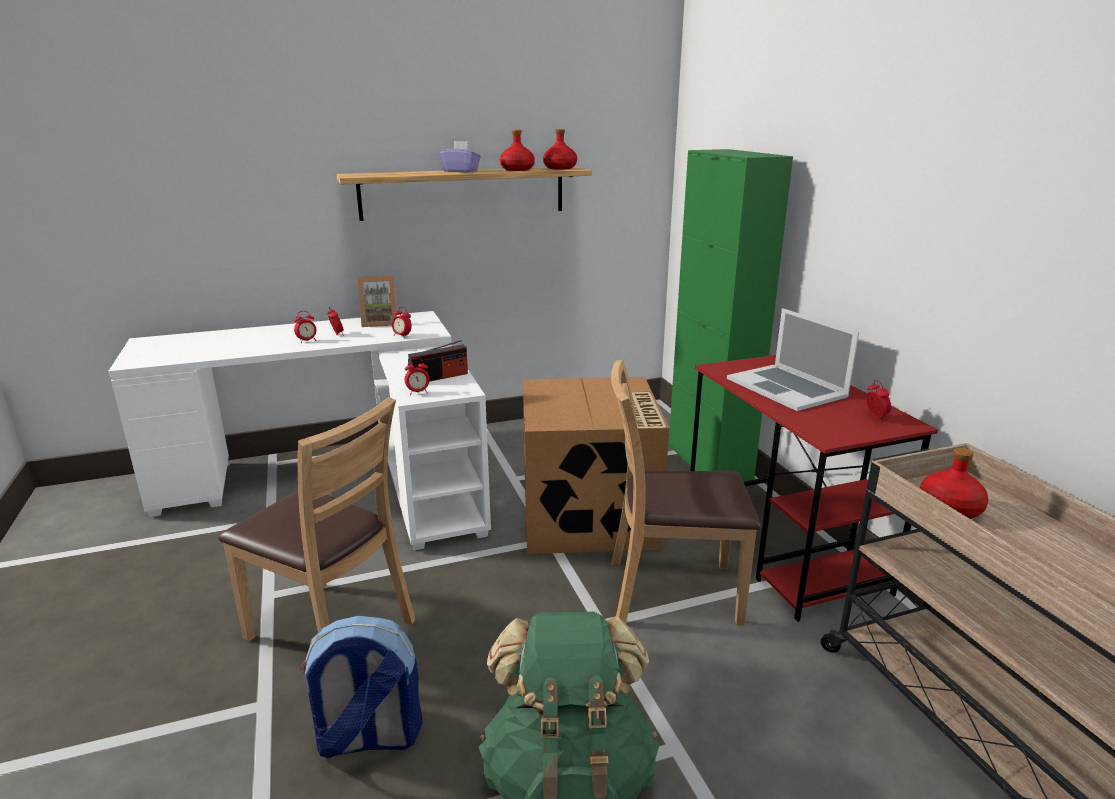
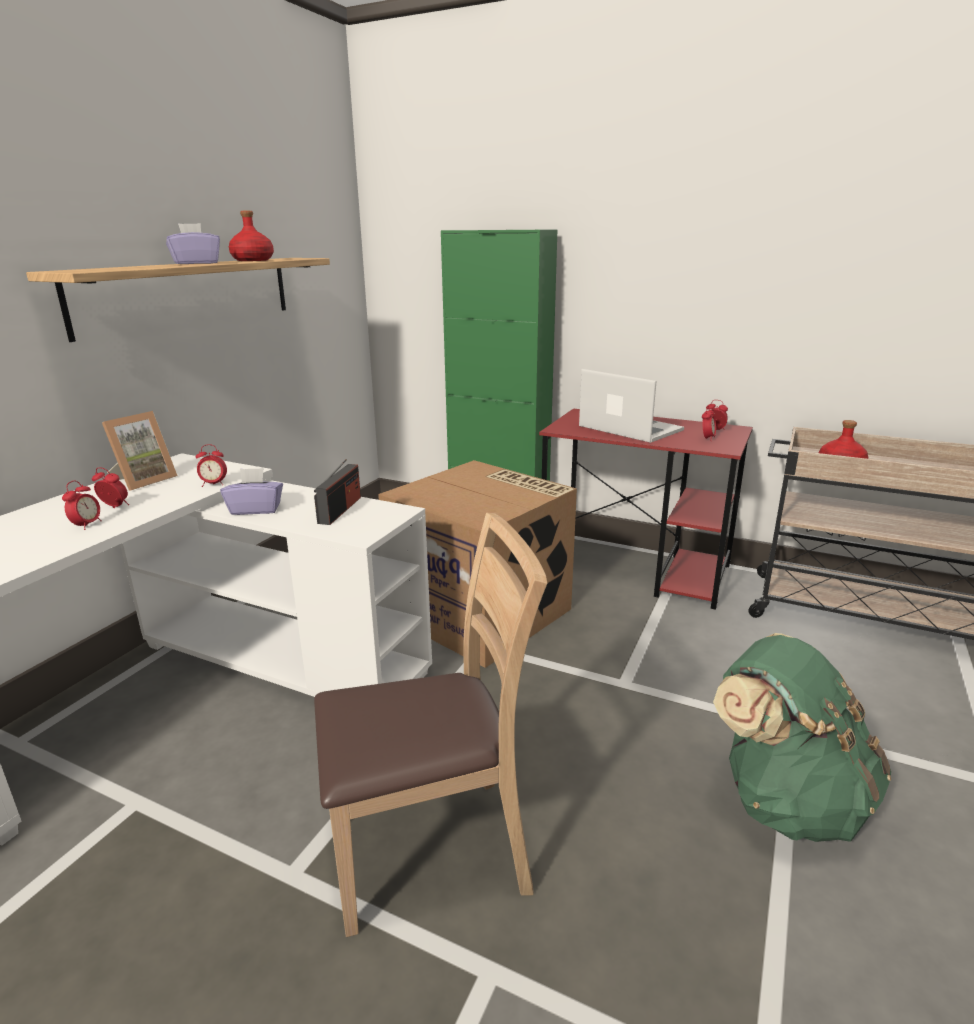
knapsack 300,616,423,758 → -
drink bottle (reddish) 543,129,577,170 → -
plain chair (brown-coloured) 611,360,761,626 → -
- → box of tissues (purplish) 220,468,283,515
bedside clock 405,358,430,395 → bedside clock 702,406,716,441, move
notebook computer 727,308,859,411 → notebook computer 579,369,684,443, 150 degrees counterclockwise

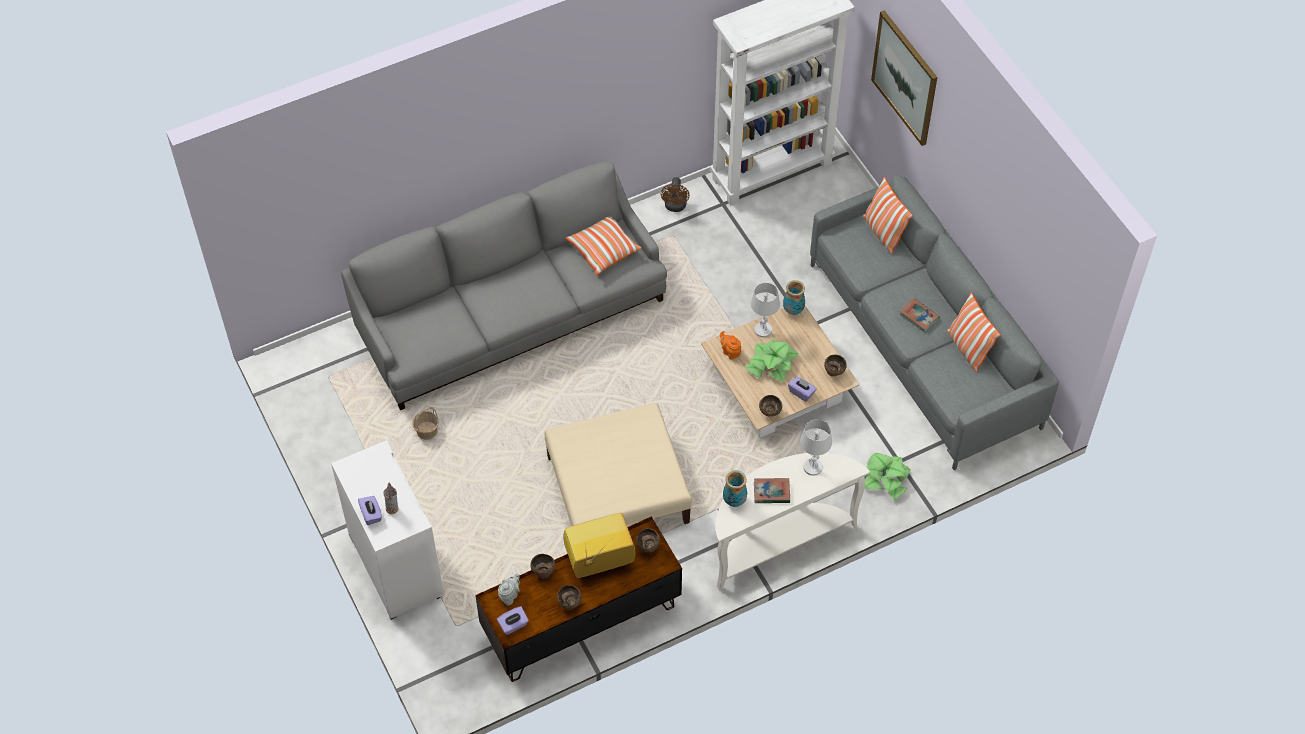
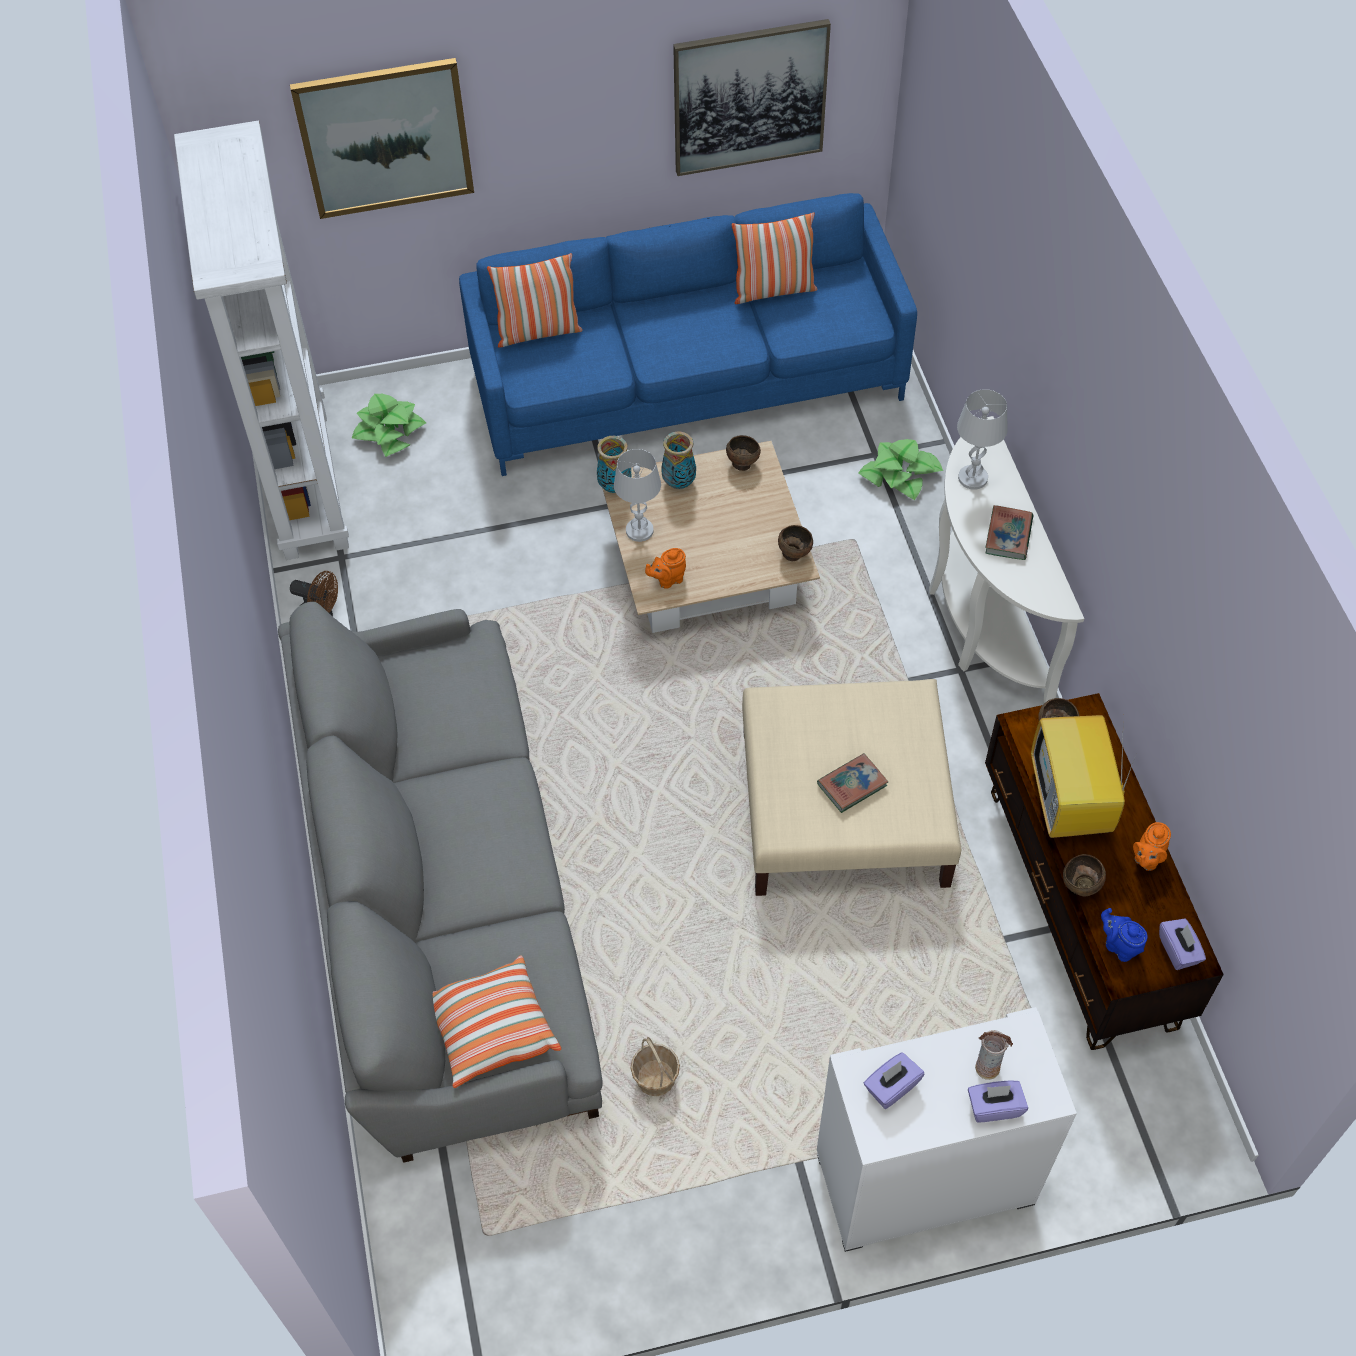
- → wall art 673,19,831,176
pillow 565,217,642,275 → pillow 433,956,561,1088, move
flower vase 723,470,747,507 → flower vase 661,431,696,489, move
plant in a pot 745,339,798,382 → plant in a pot 352,394,426,457, move
box of tissues (purplish) 788,376,817,402 → box of tissues (purplish) 864,1052,925,1109, move
bound book 900,298,940,332 → bound book 817,753,888,813, move
deep dish (brown-coloured) 557,585,582,609 → pot for tea (orange) 1133,822,1171,871
pot for tea (grey) 498,574,520,605 → pot for tea (bluish) 1101,908,1148,962
settee (grey) 810,175,1059,470 → settee (bluish) 459,193,917,476

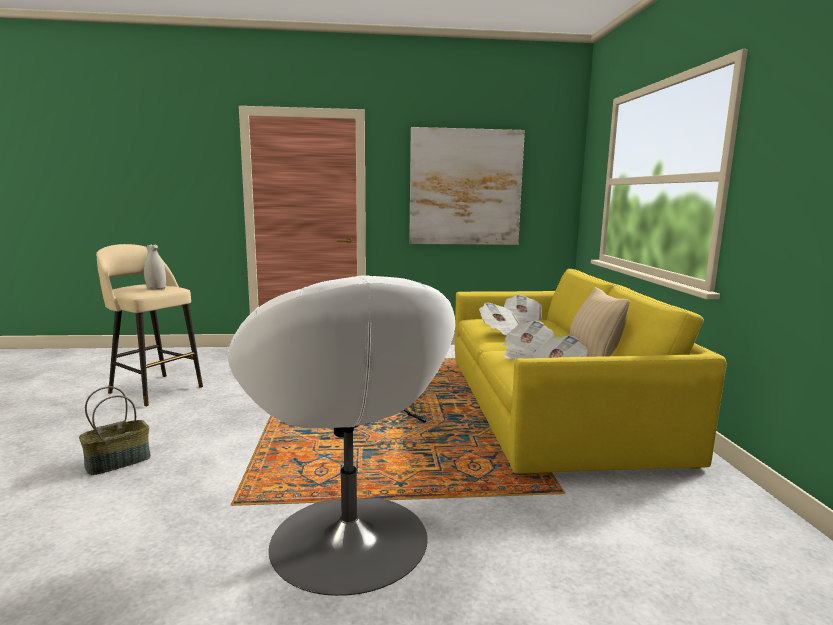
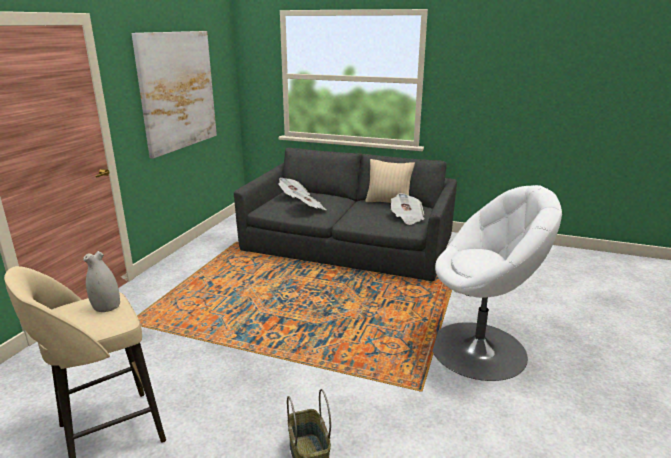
newspaper 504,321,555,360 → -
settee (yellow) 455,269,727,474 → settee (grey) 234,148,457,281

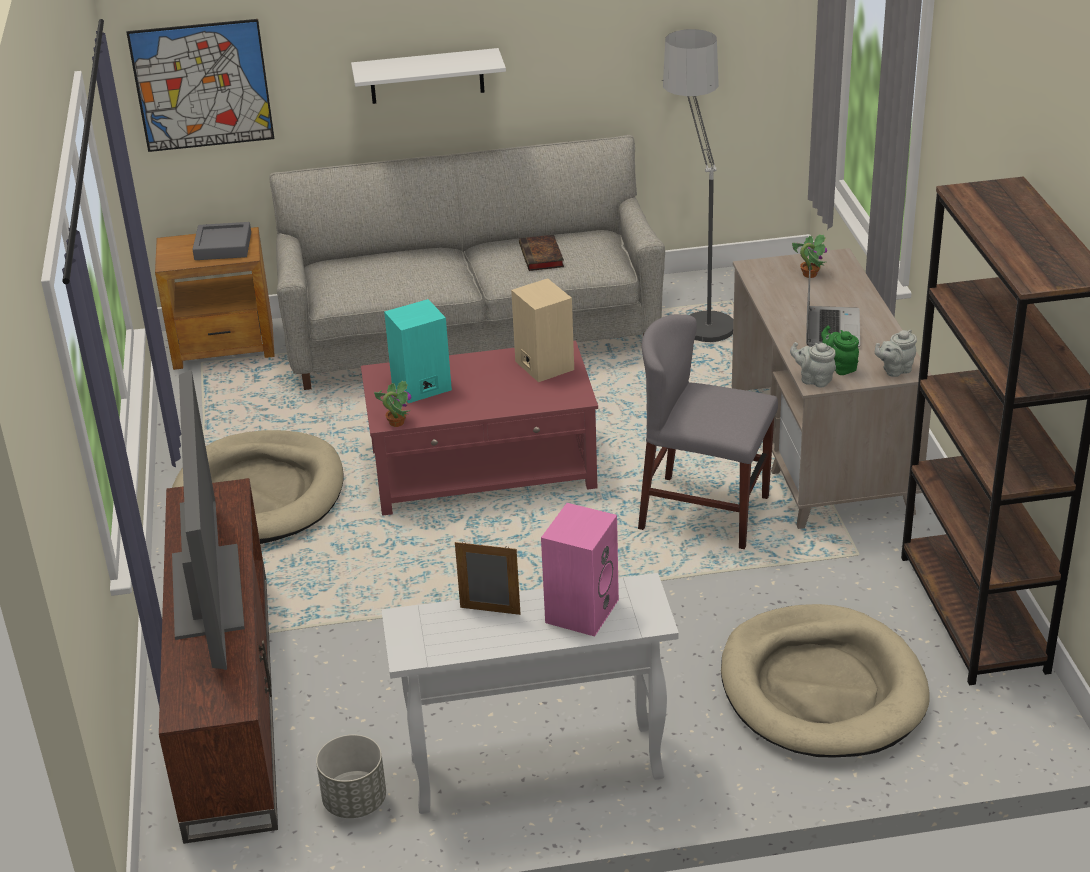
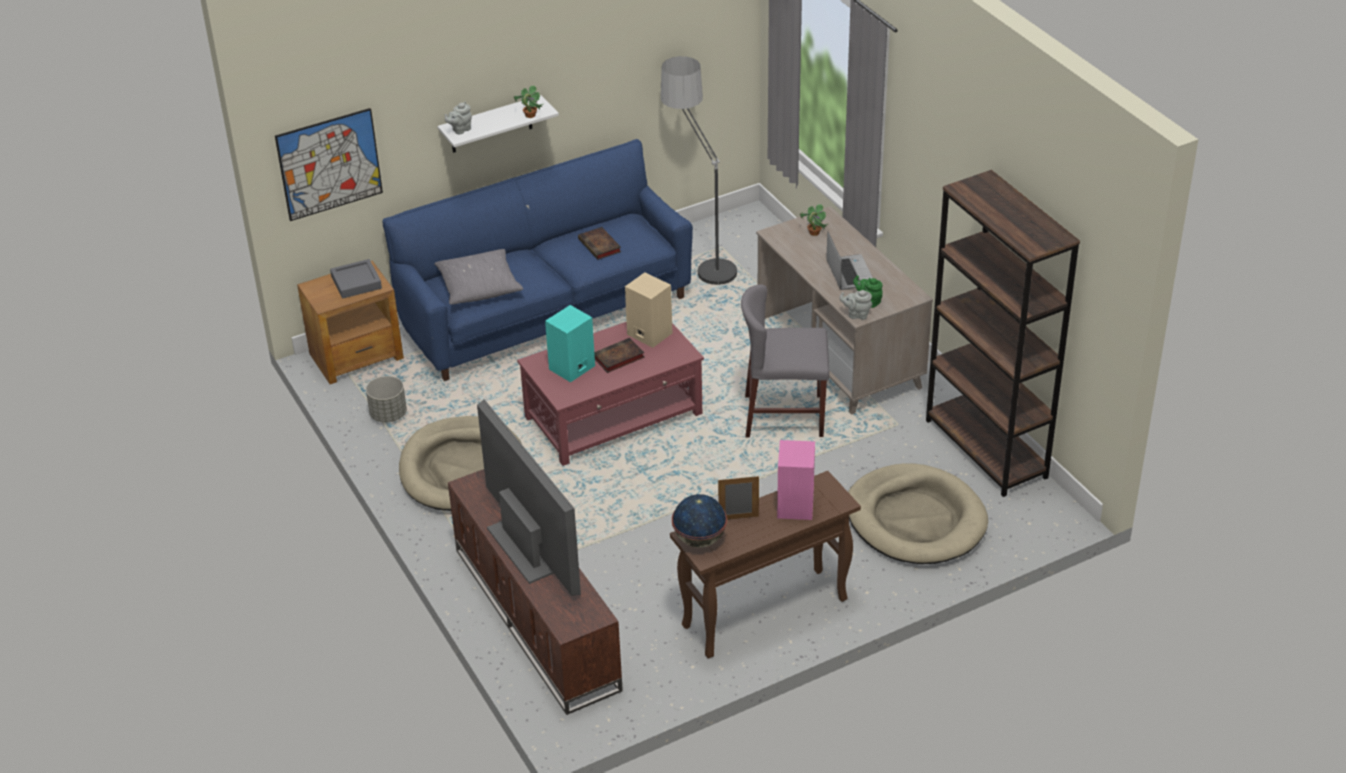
- → pillow (grey) 434,249,524,305
- → bound book 594,338,645,373
- → world globe 672,494,727,548
flower pot (grey) 316,735,386,818 → flower pot (grey) 366,376,407,422, move
plant in a pot 374,381,411,427 → plant in a pot 514,85,543,118, move
pot for tea (grey) 875,330,917,377 → pot for tea (grey) 445,102,472,134, move
settee (grey) 269,135,665,390 → settee (bluish) 382,139,693,381
narrow table (white) 382,573,679,814 → narrow table (brown-coloured) 670,471,861,659

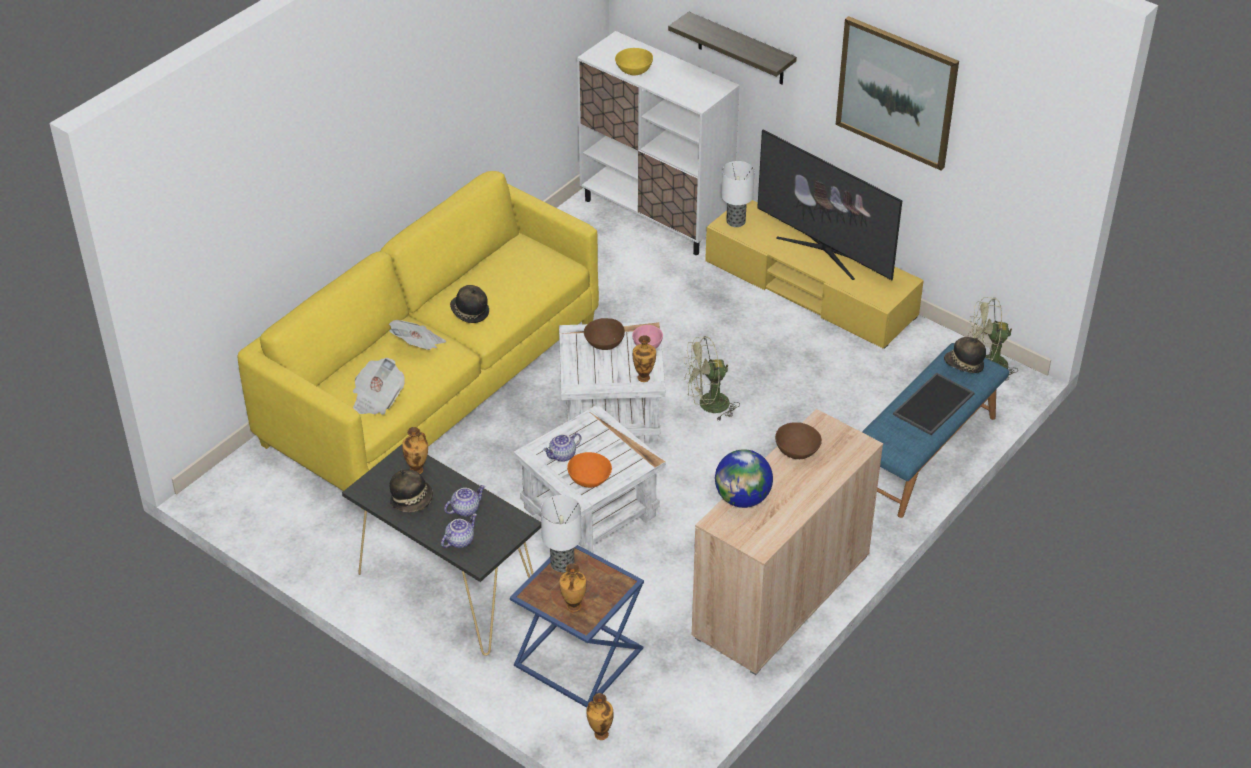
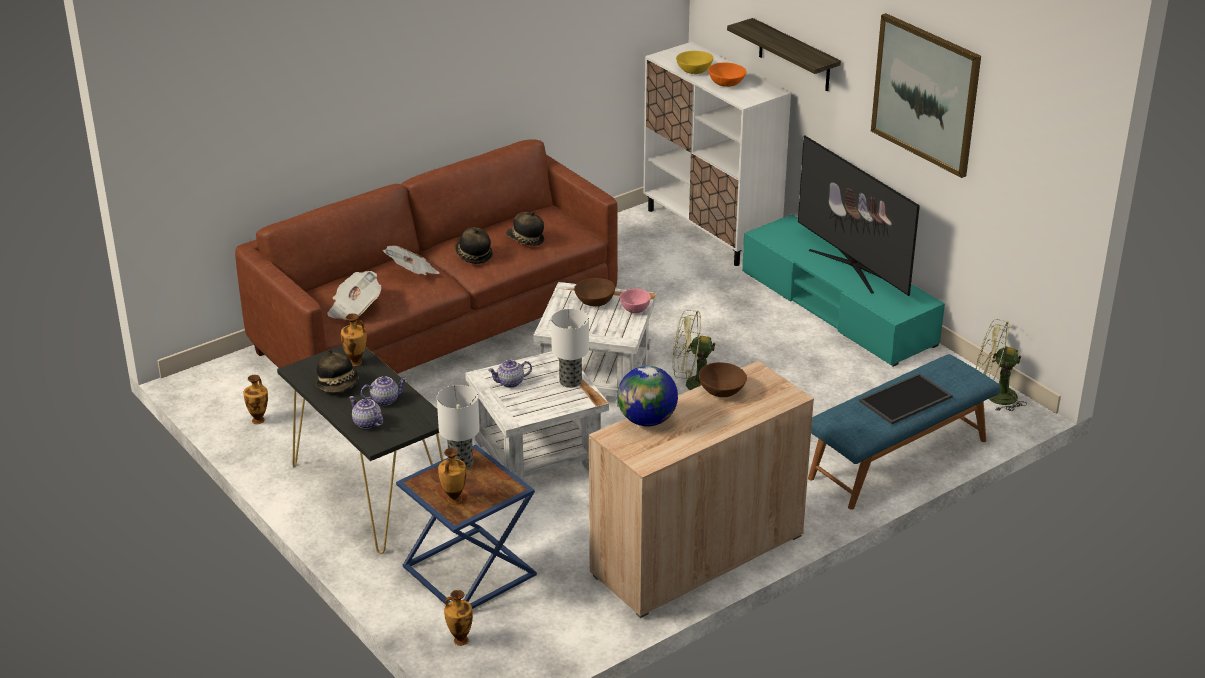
deep dish (orange) 567,452,612,488 → deep dish (orange) 708,63,747,87, move
flower vase 633,335,656,382 → flower vase 244,375,268,424, move
lamp for a table 721,161,755,227 → lamp for a table 551,309,589,388, move
wearable hat 944,337,986,373 → wearable hat 506,211,544,246, move
settee (yellow) 238,171,599,510 → settee (brown-coloured) 235,139,618,374
media console (yellow) 705,200,924,349 → media console (blue-green) 742,215,945,367
pot for tea 441,513,477,548 → pot for tea 349,396,383,429, 105 degrees counterclockwise

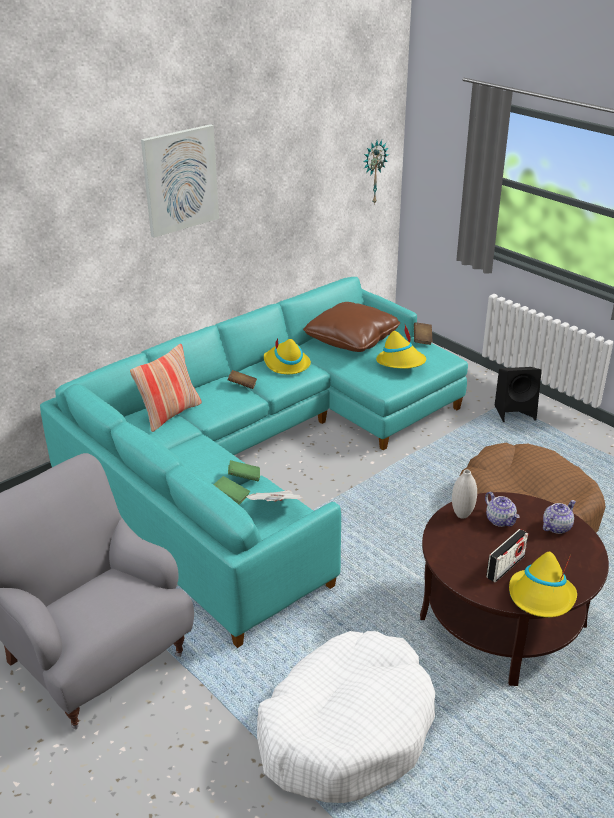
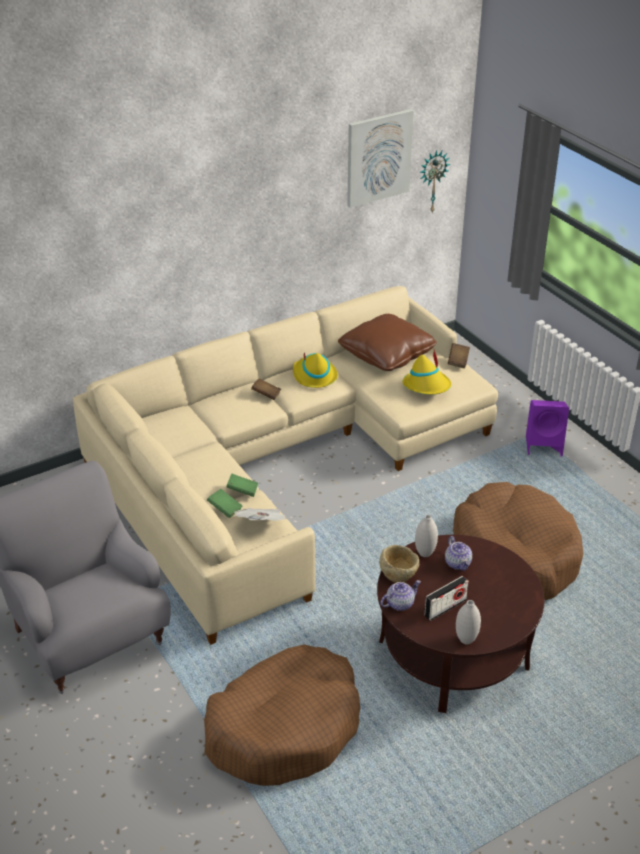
pillow 130,344,202,432 → -
- → deep dish (sand-coloured) 379,545,419,583
wall art 141,124,219,238 → wall art 347,109,414,208, move
pot for tea 543,500,576,534 → pot for tea 381,580,421,611, move
wearable hat (yellow) 509,552,577,618 → flower vase (white) 456,600,481,645
settee (blue-green) 40,277,468,648 → settee (sand-coloured) 73,286,498,645
pet bed (white) 257,631,435,803 → pet bed (brown-coloured) 204,645,360,786
speaker (black) 495,367,542,422 → speaker (purplish) 526,400,569,457

